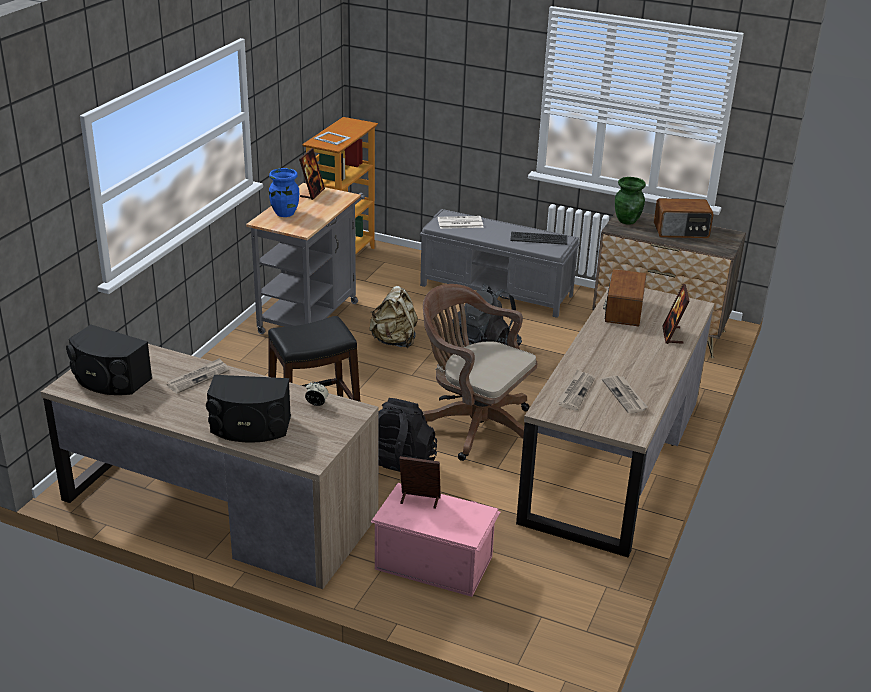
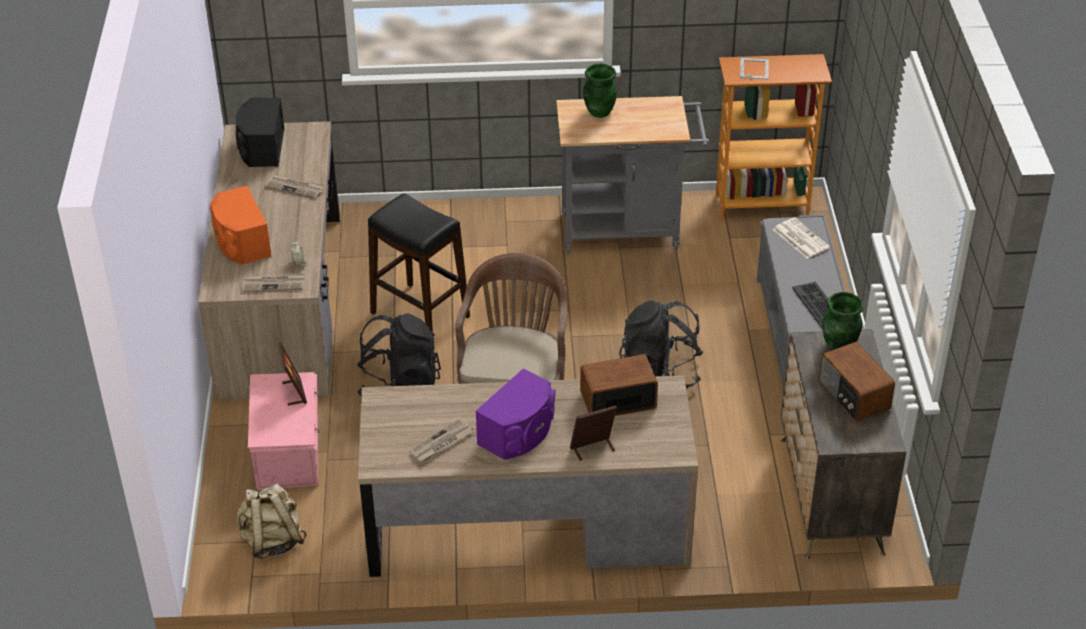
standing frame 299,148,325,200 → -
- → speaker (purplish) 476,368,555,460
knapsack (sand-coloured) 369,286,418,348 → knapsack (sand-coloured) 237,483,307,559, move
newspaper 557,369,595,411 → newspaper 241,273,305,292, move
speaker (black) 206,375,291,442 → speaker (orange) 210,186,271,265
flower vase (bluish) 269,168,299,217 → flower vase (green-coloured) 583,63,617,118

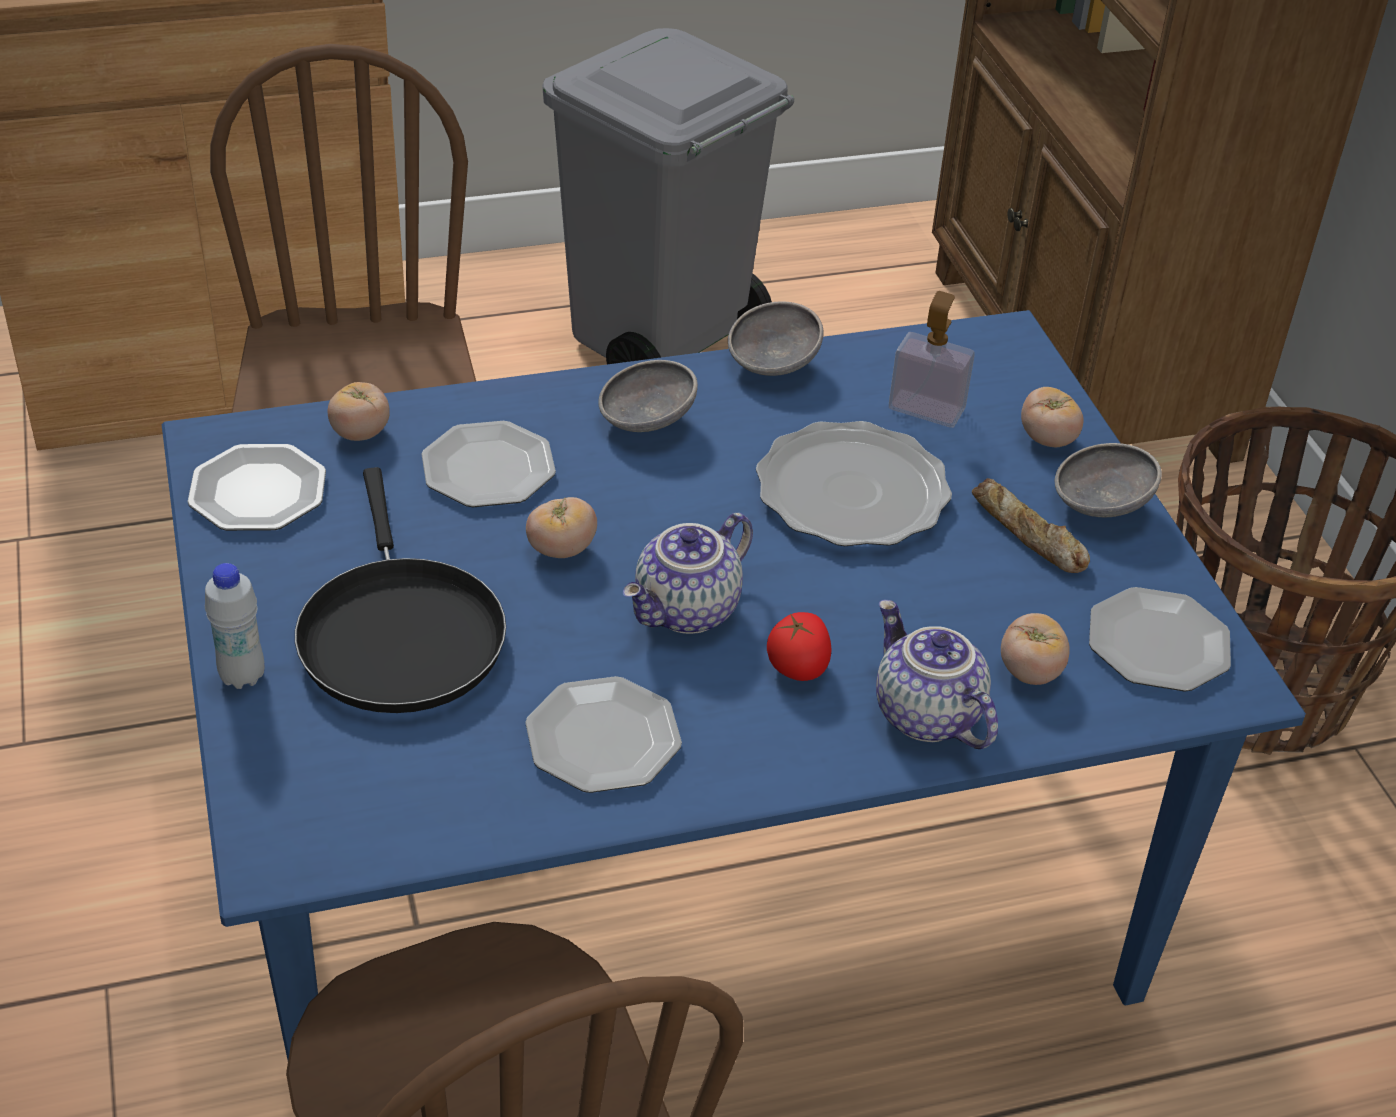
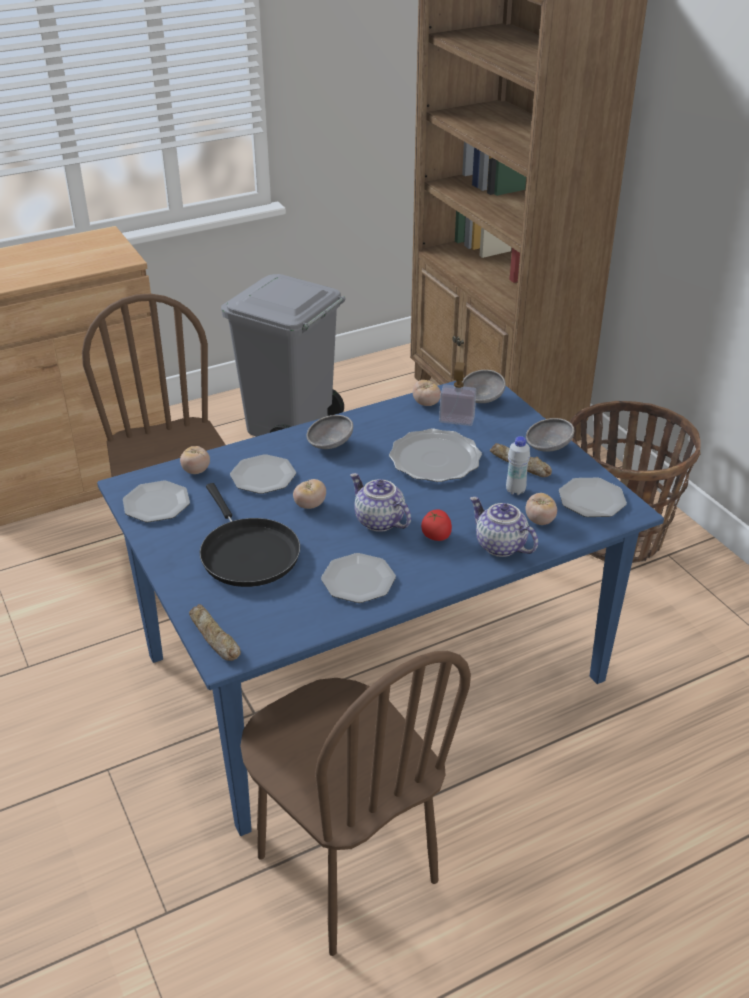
- → bread 189,604,241,661
drink bottle (white) 205,563,265,689 → drink bottle (white) 506,436,530,495, move
deep dish (grey) 728,301,824,376 → deep dish (grey) 462,370,506,403, move
fresh tomato 1021,387,1083,447 → fresh tomato 413,380,441,406, move
pot for tea 623,513,753,634 → pot for tea 350,473,411,532, 105 degrees clockwise

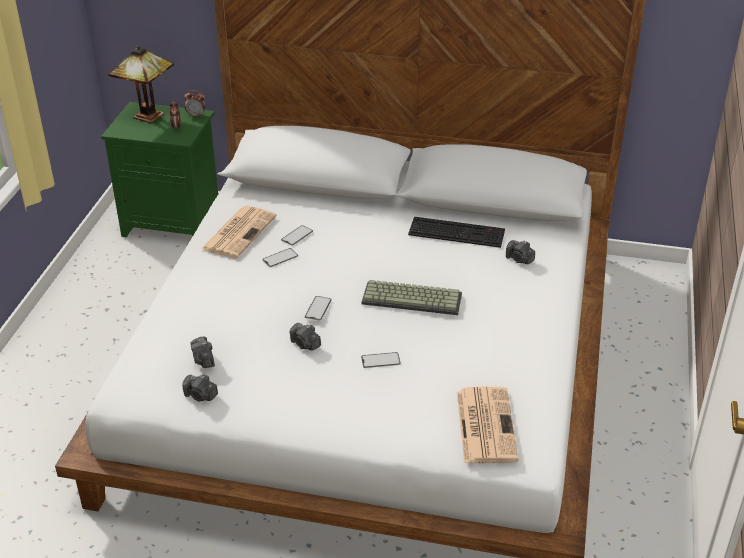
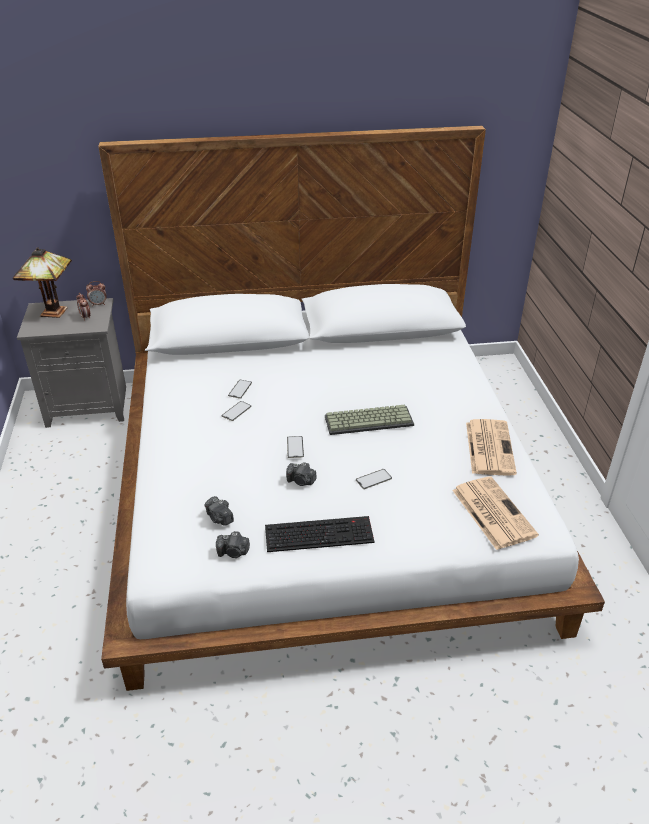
still camera 506,240,535,264 → -
newspaper 201,206,277,258 → newspaper 466,419,517,476, move
PC keyboard 408,217,505,248 → PC keyboard 265,516,374,552, move
night table (green-coloured) 101,102,218,237 → night table (grey) 17,298,126,428

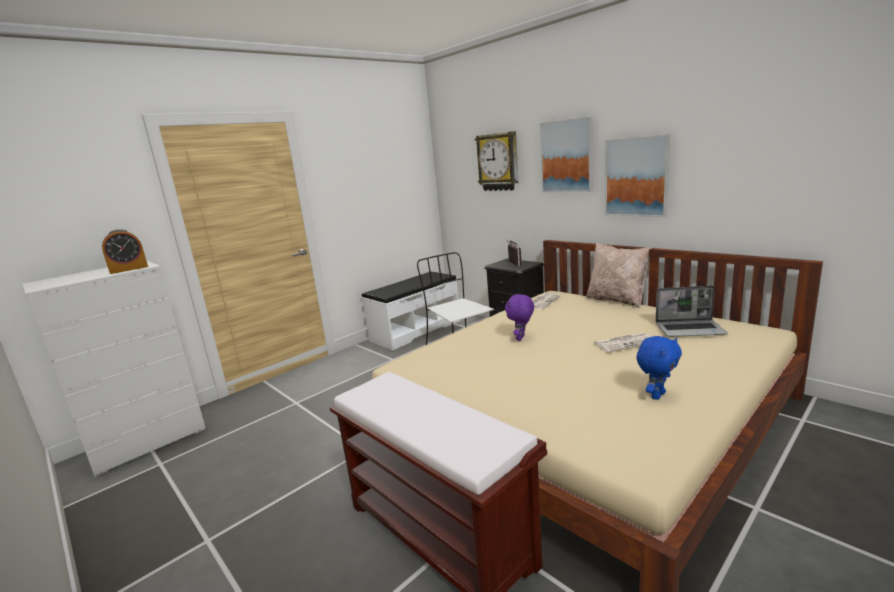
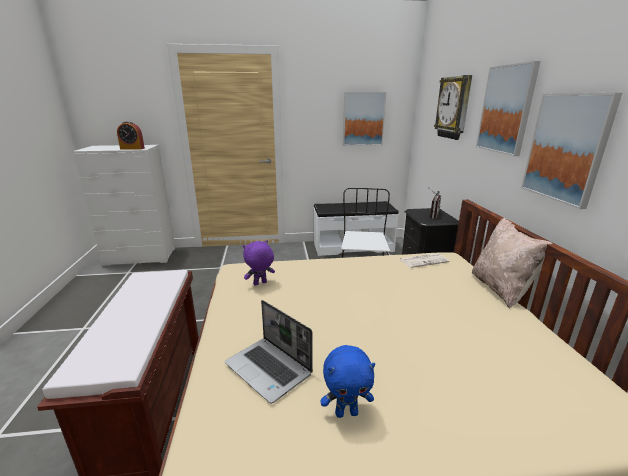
newspaper 594,332,652,352 → -
- → wall art 343,92,386,146
plush toy (purplish) 505,294,534,341 → plush toy (purplish) 243,240,275,286, move
notebook computer 656,285,728,337 → notebook computer 224,300,313,404, move

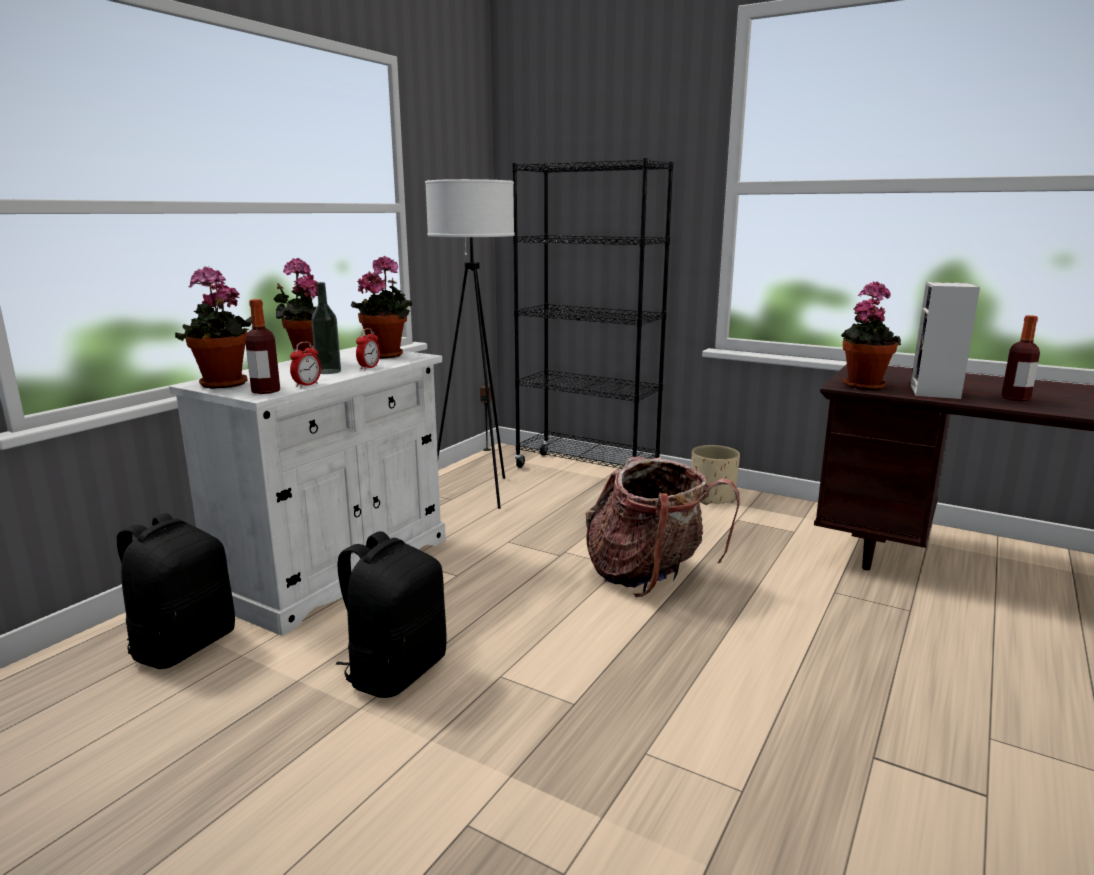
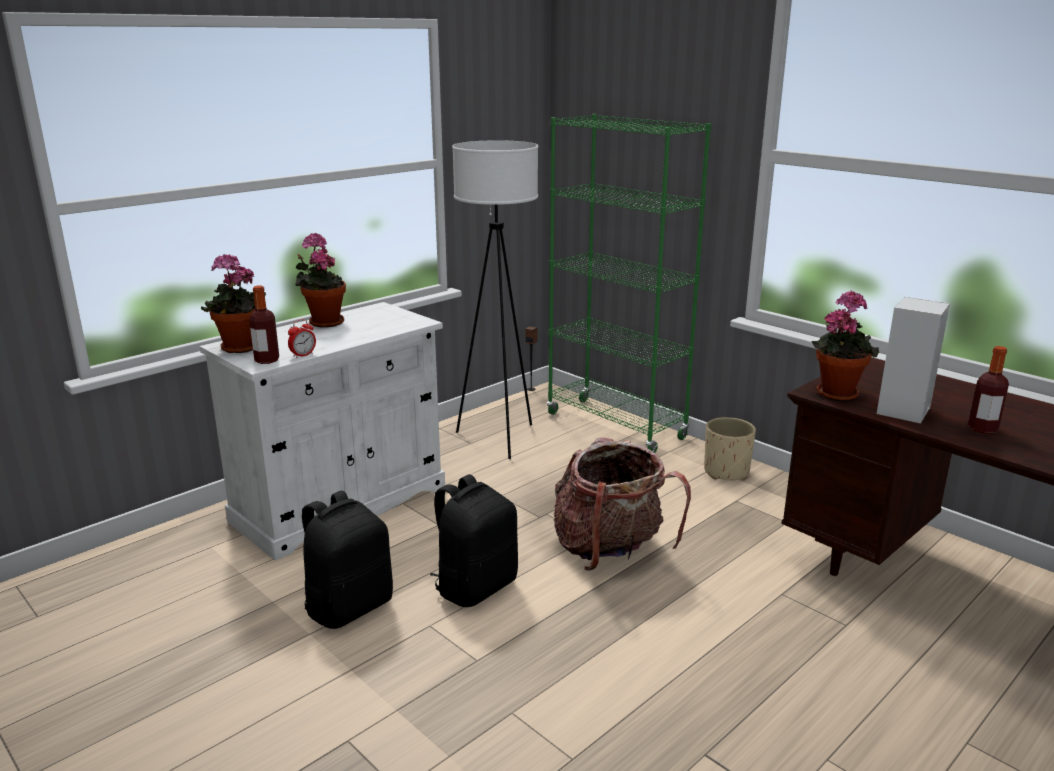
drink bottle 311,282,341,374 → -
plant in a pot 351,256,412,359 → -
bedside clock 356,328,380,370 → -
knapsack (black) 117,513,235,669 → knapsack (black) 430,474,518,607, move
shelving unit (black) 512,158,674,469 → shelving unit (green-coloured) 547,114,711,453

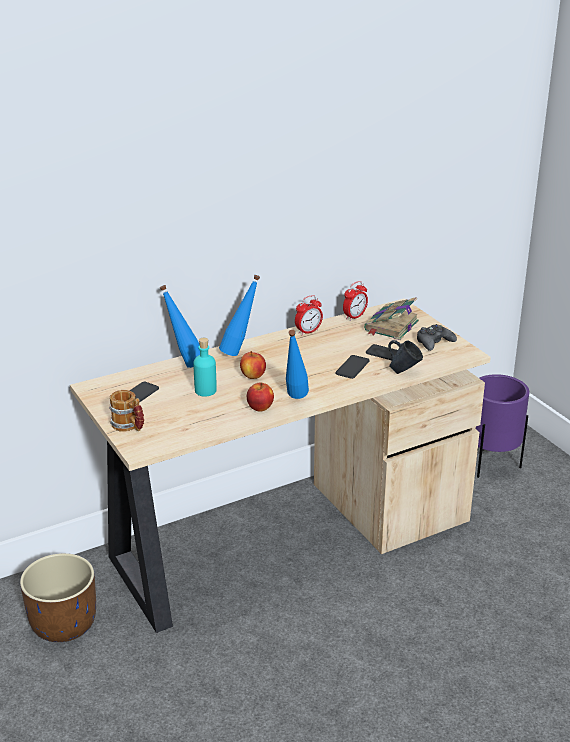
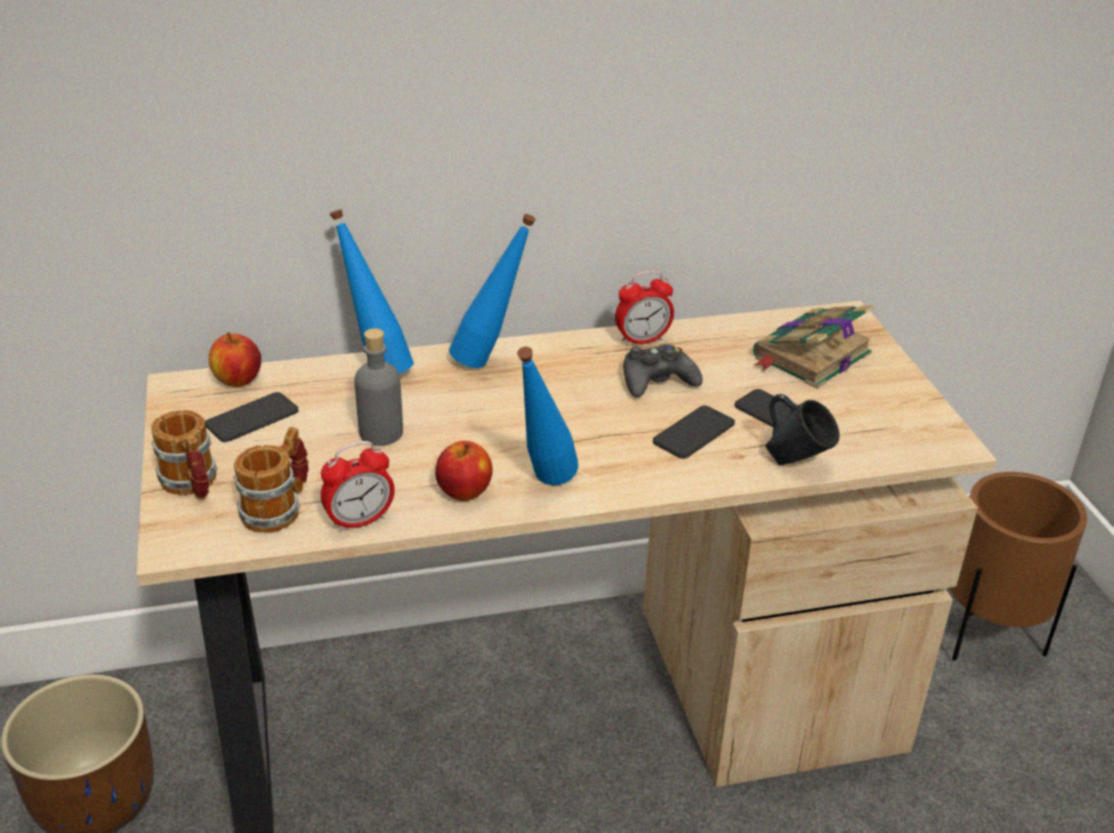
- → tea mug 234,427,309,533
apple 240,351,266,379 → apple 209,332,261,387, move
bedside clock 343,281,368,321 → bedside clock 321,441,395,532, move
gamepad (black) 417,324,457,351 → gamepad (black) 623,344,703,397, move
drink bottle (blue-green) 193,338,217,396 → drink bottle (grey) 354,328,403,446
flower pot (purplish) 476,374,529,478 → flower pot (brown-coloured) 950,472,1087,661

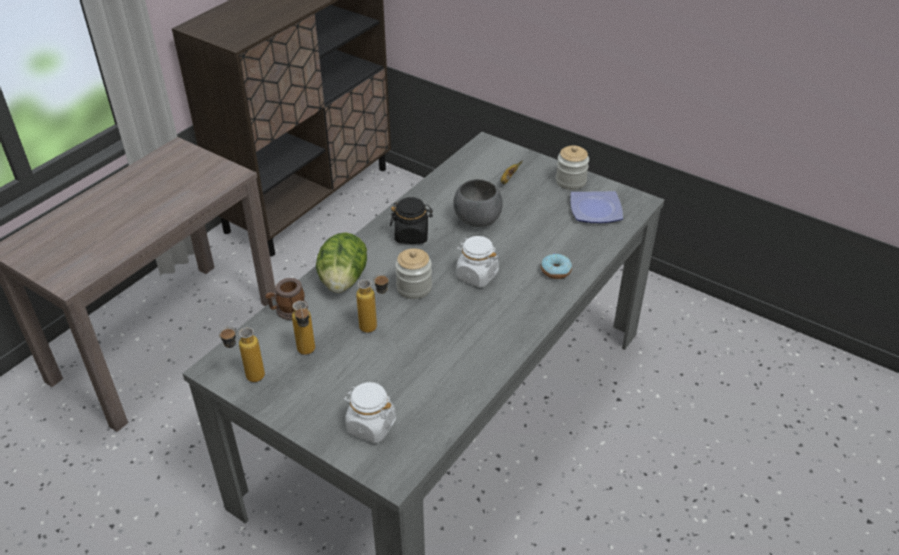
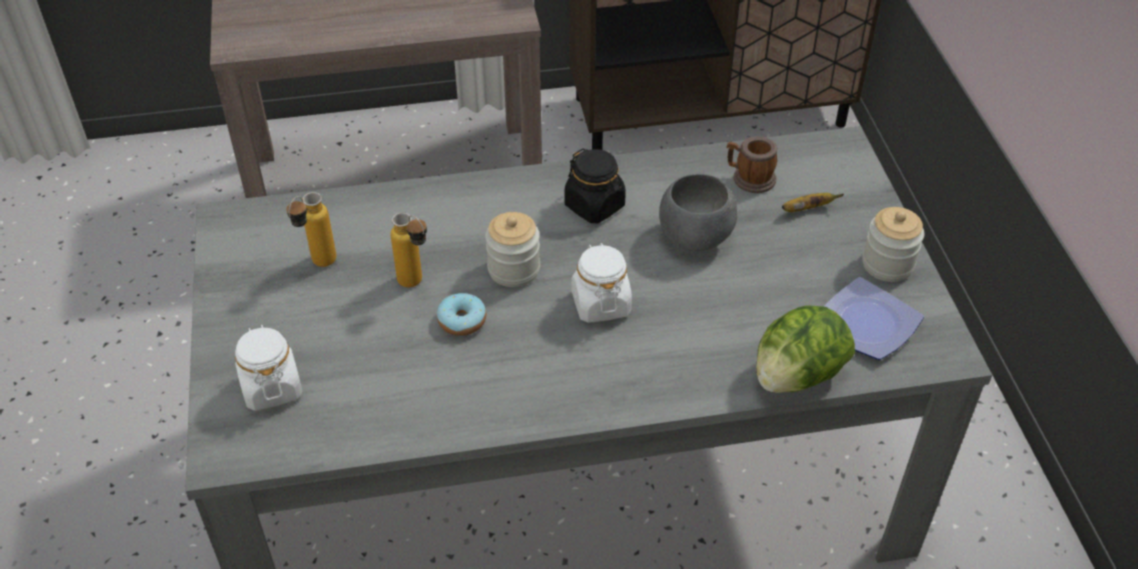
drink bottle 219,327,265,382 → -
tea mug 265,278,308,320 → tea mug 727,136,777,193, move
lettuce head 316,232,367,293 → lettuce head 756,305,855,393, move
doughnut 541,253,572,279 → doughnut 437,293,486,336, move

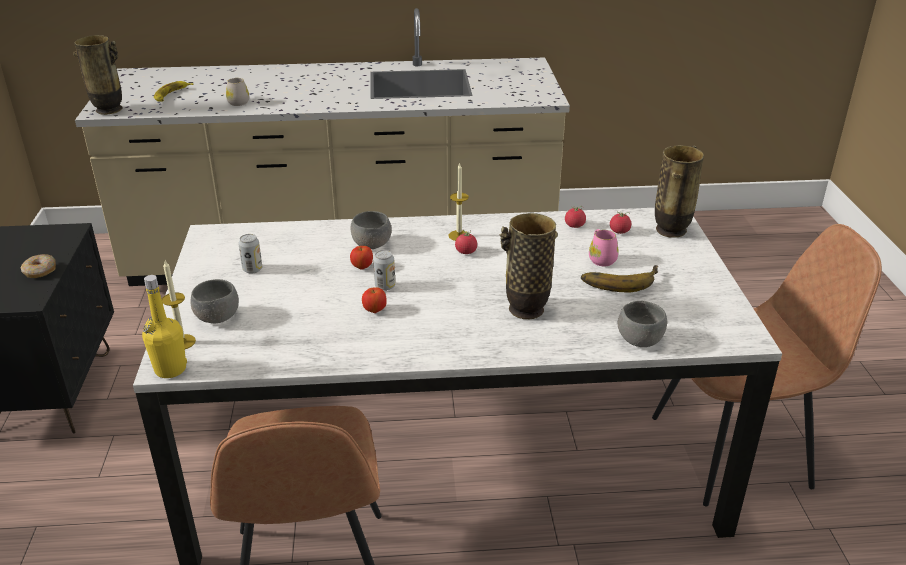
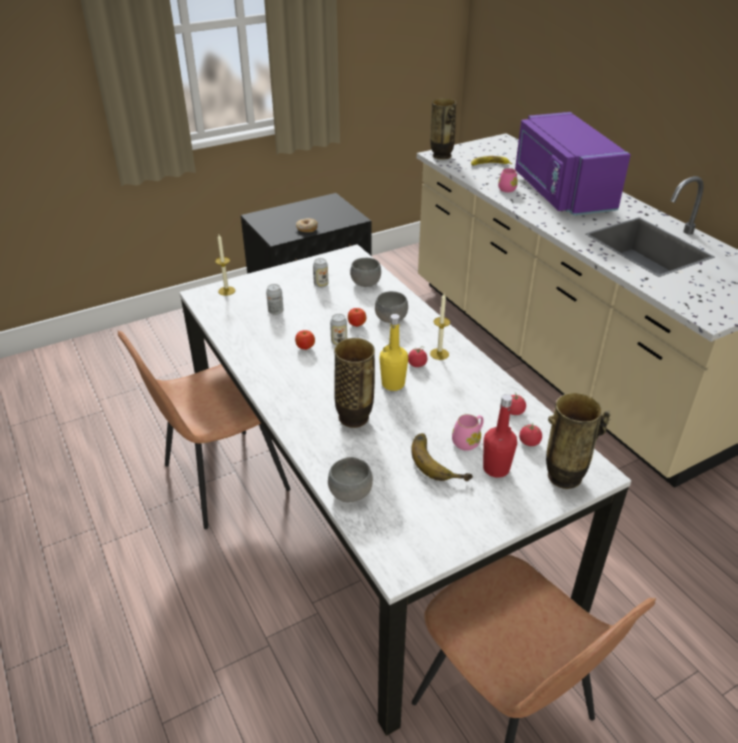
- → sealed can 266,284,284,315
- → drink bottle (reddish) 483,394,517,478
- → kitchen microwave (purplish) 515,112,631,216
drink bottle (yellow) 142,275,187,378 → drink bottle (yellow) 379,314,408,391, move
deep dish (grey) 190,279,239,323 → deep dish (grey) 350,258,381,287, move
tea mug (white) 226,78,249,106 → tea mug (pinkish) 498,168,518,192

